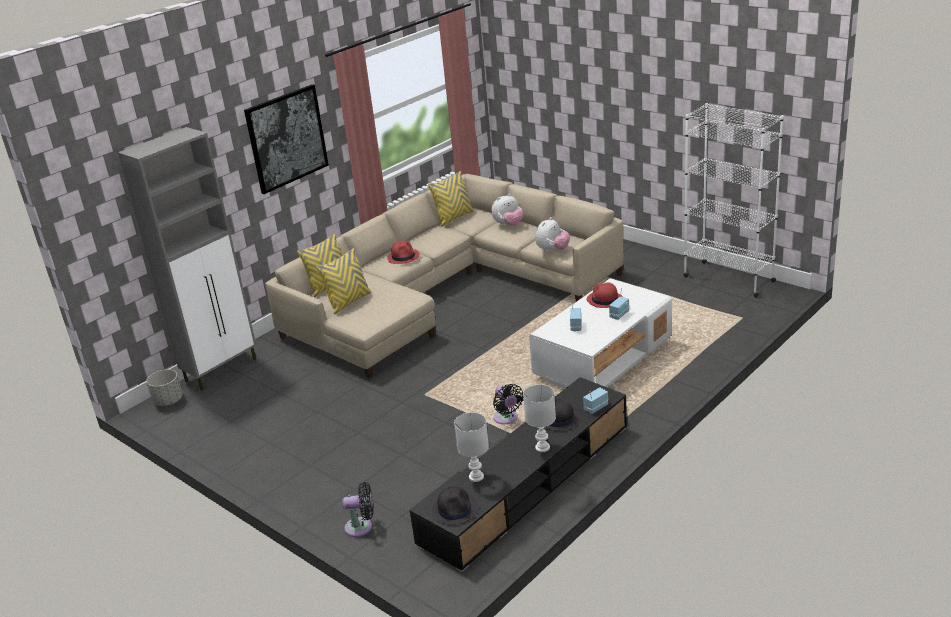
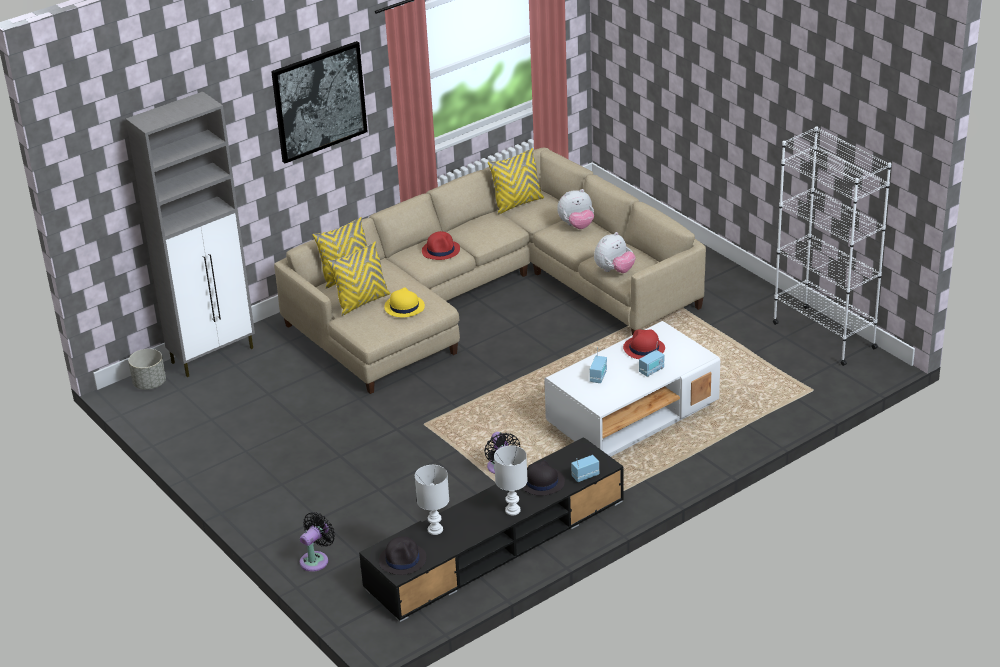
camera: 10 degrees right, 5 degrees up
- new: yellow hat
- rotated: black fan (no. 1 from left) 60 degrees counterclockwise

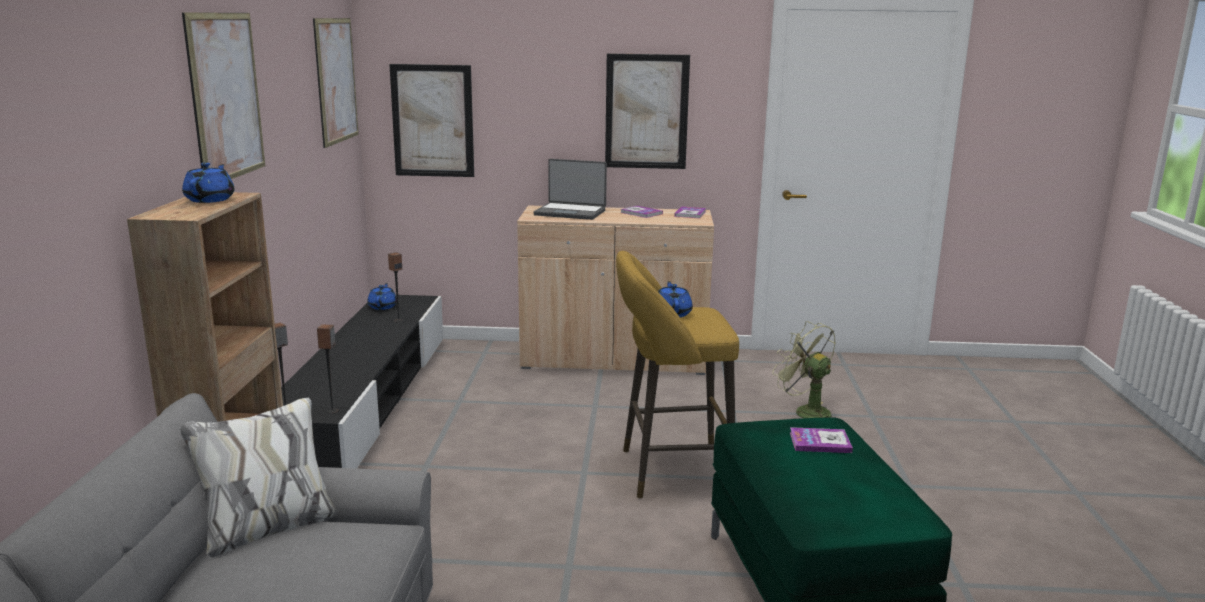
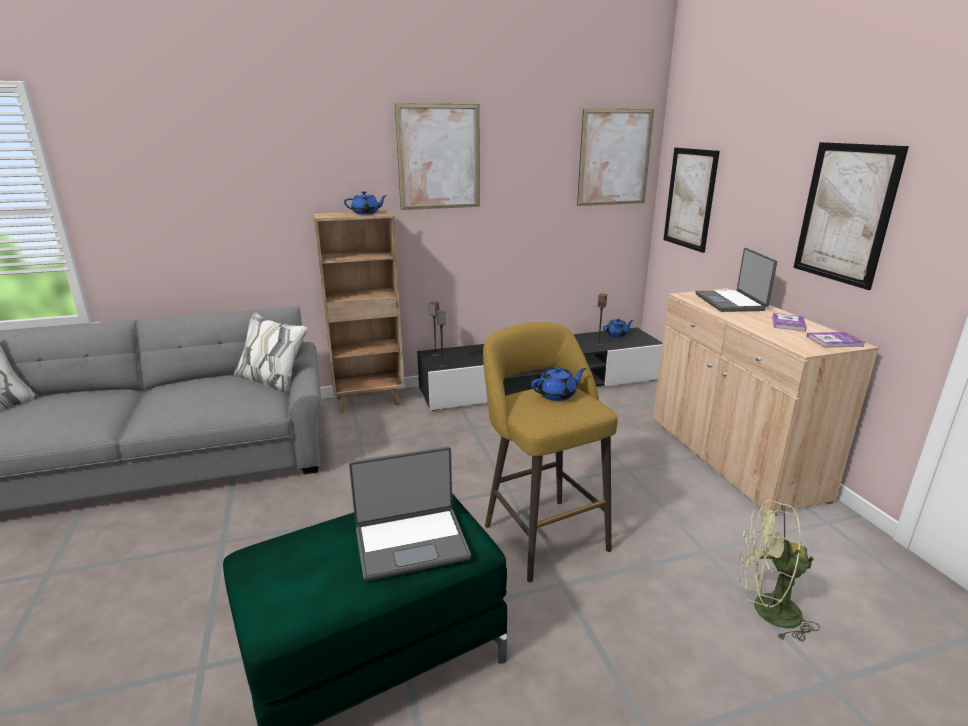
camera: 70 degrees right, 5 degrees up
- swapped: book (no. 3 from left) to laptop (no. 1 from left)
- rotated: green fan 105 degrees counterclockwise

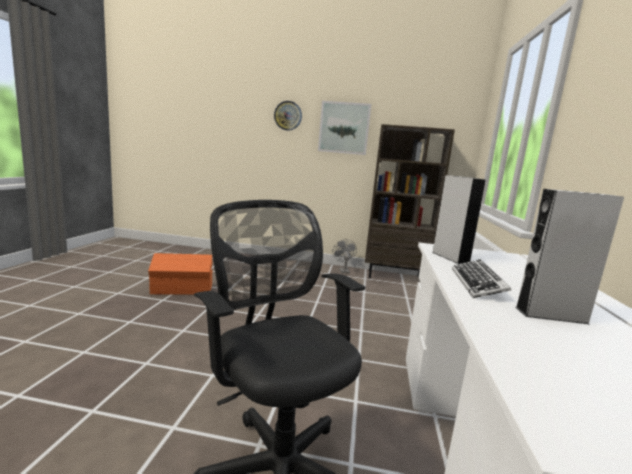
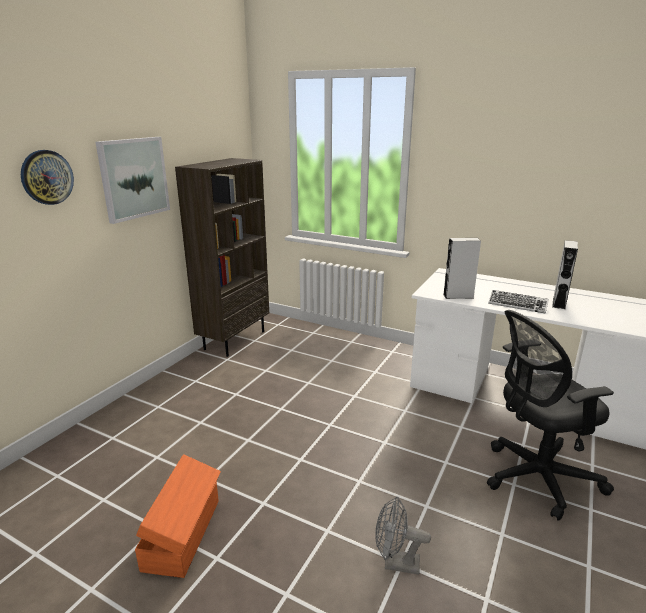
camera: 70 degrees left, 10 degrees up
- shifted: grey fan

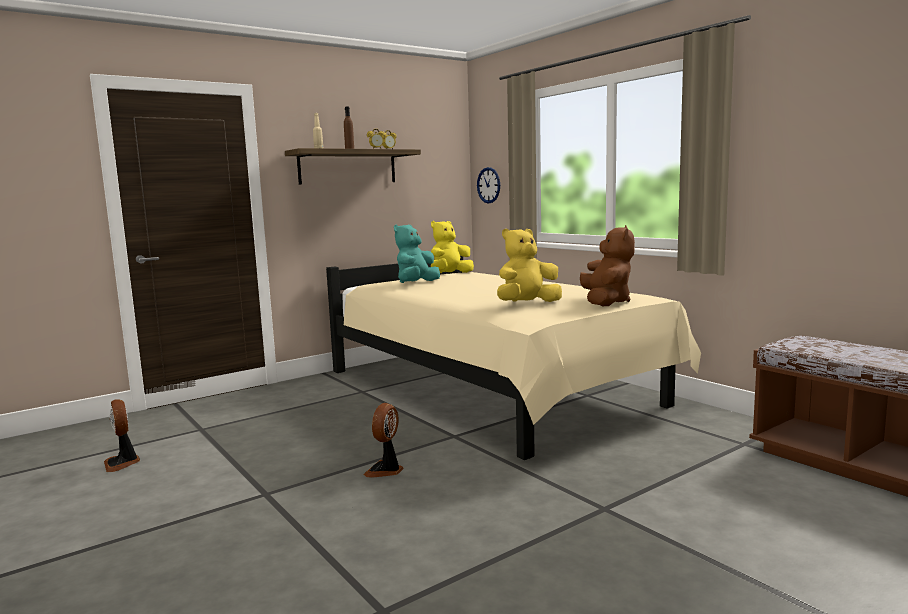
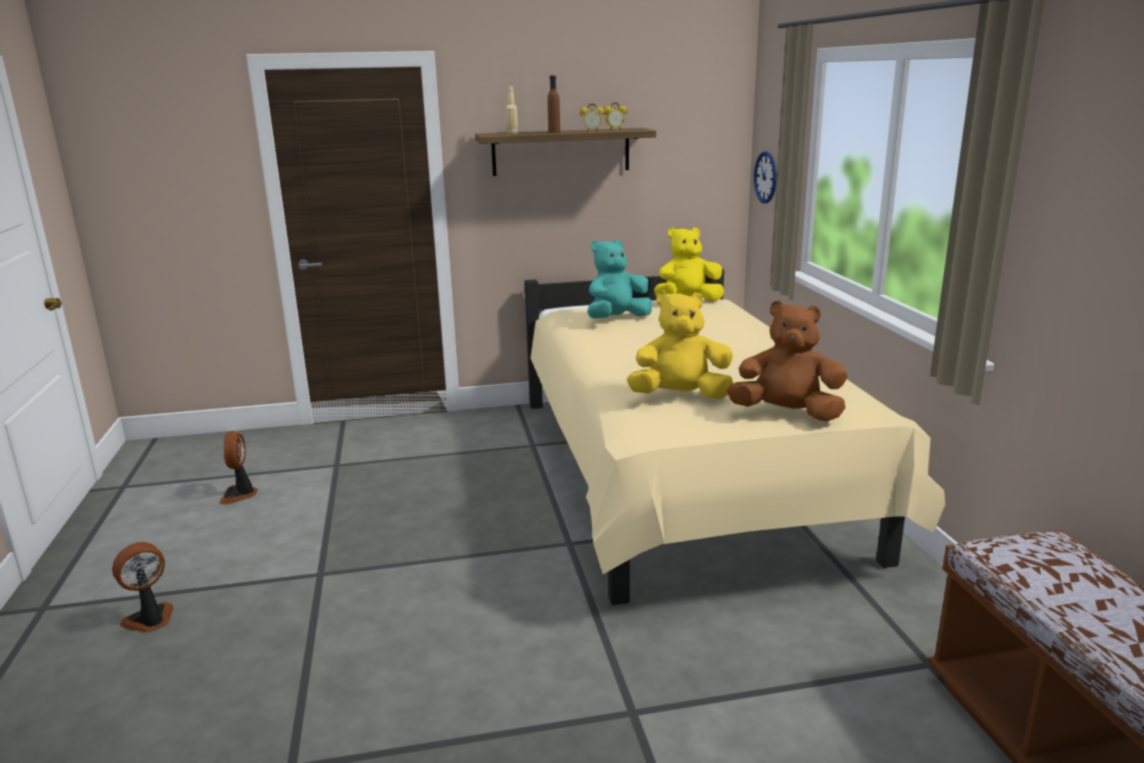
camera: 25 degrees right, 10 degrees up
- shifted: fan (no. 2 from left in the first image) to fan (no. 1 from left)
- rotated: brown plush toy 105 degrees counterclockwise

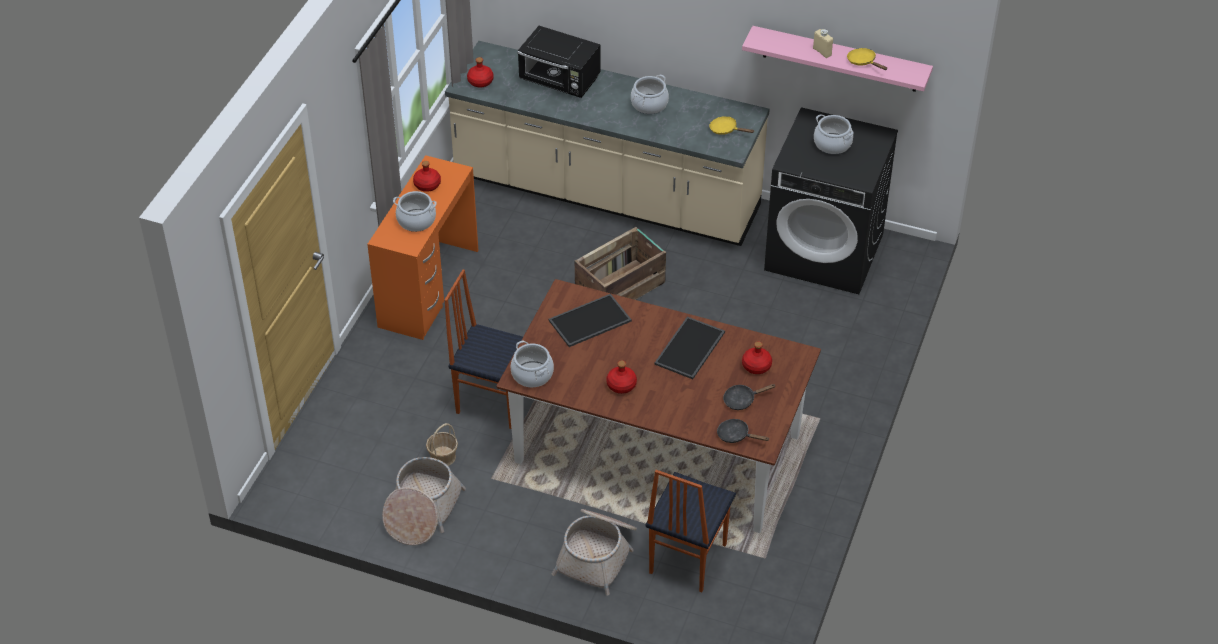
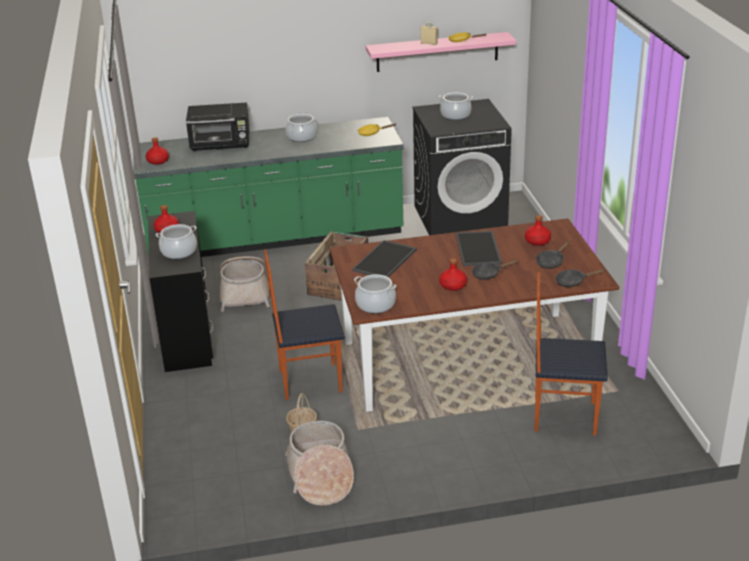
camera: 30 degrees left, 15 degrees down
- new: black frying pan (no. 1 from left)
- shifted: basket (no. 3 from left in the first image) to basket (no. 1 from left)
- repainted: orange desk to black desk
- repainted: beige counter to green counter
- rotated: chair (no. 2 from left) 105 degrees clockwise

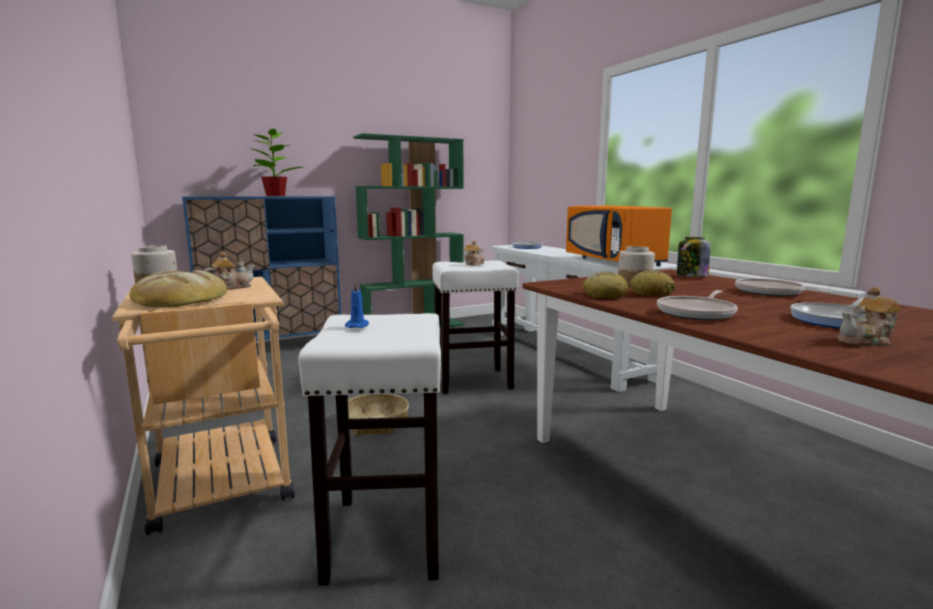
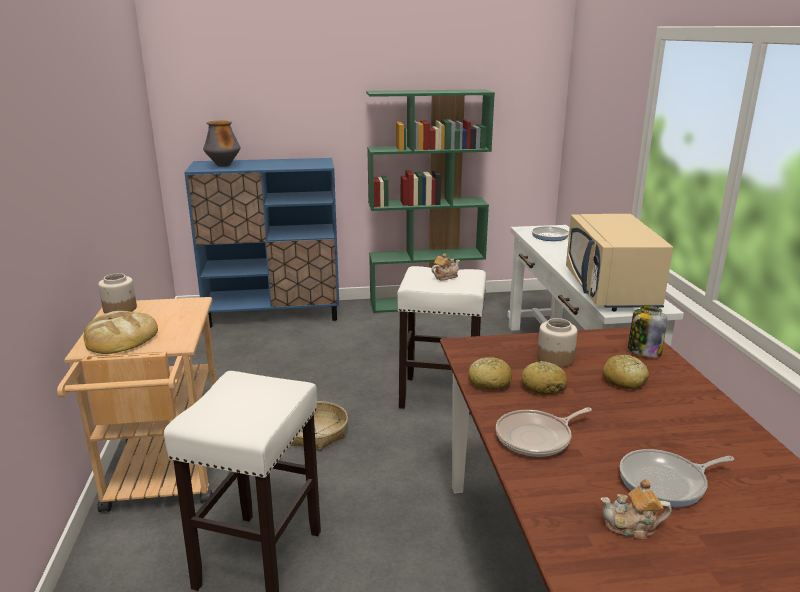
camera: 20 degrees right, 10 degrees up
- gone: teapot (no. 1 from left)
- gone: potted plant
- gone: blue candle
- gone: frying pan (no. 3 from left)
- new: vase
- new: bread (no. 4 from left)
- repainted: orange microwave to beige microwave

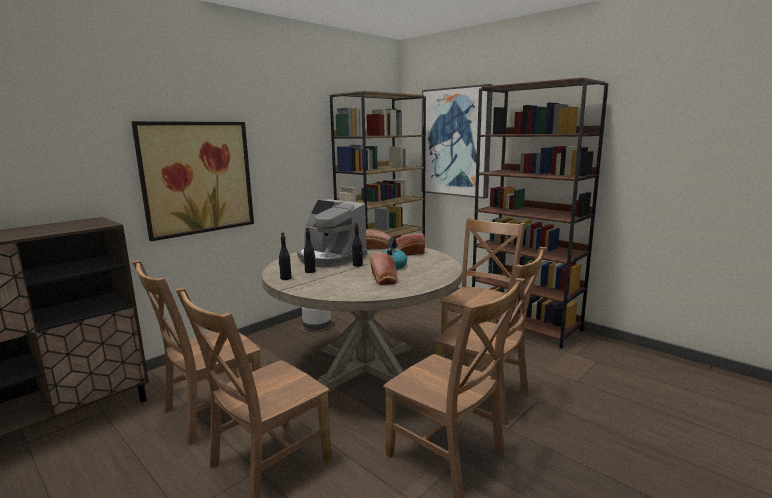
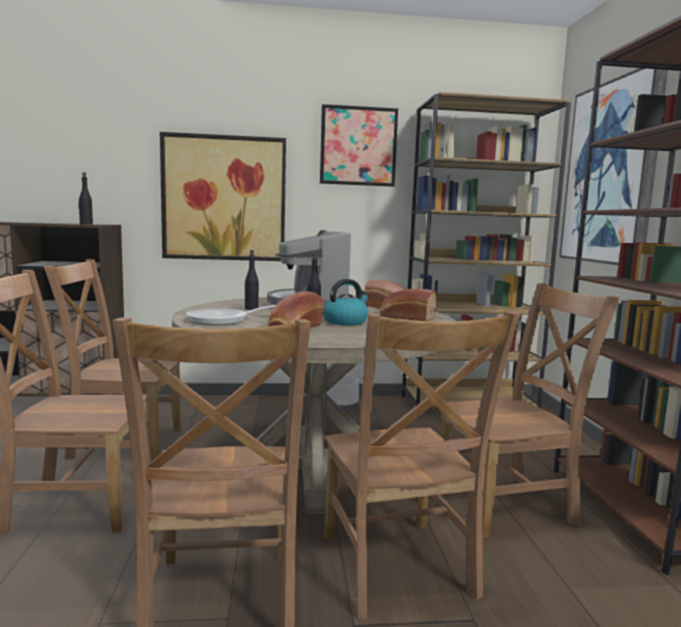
camera: 40 degrees right, 5 degrees down
- new: frying pan
- new: picture (no. 2 from left)
- shifted: black bottle (no. 1 from left)

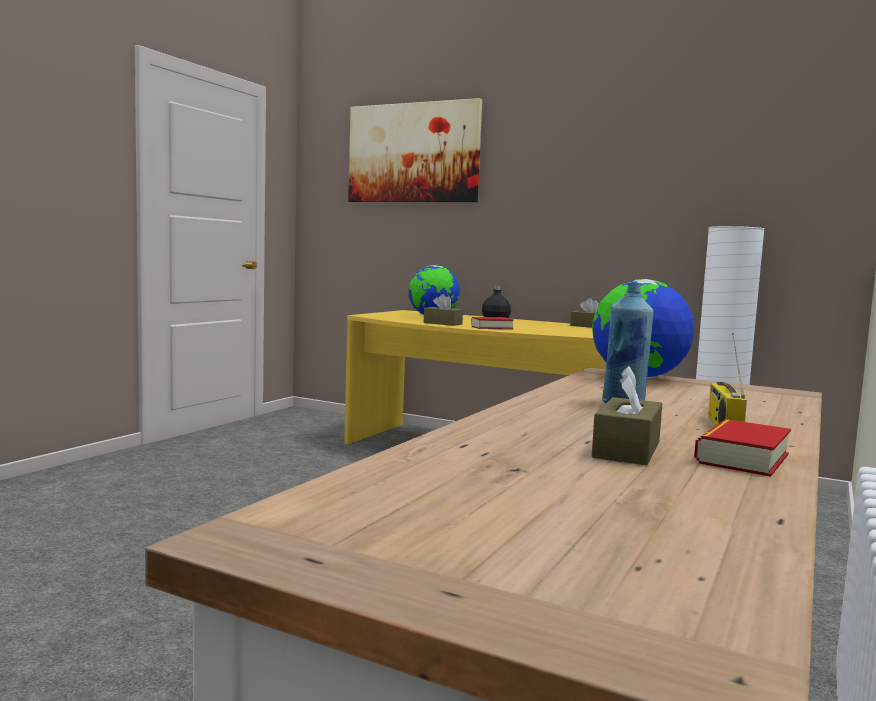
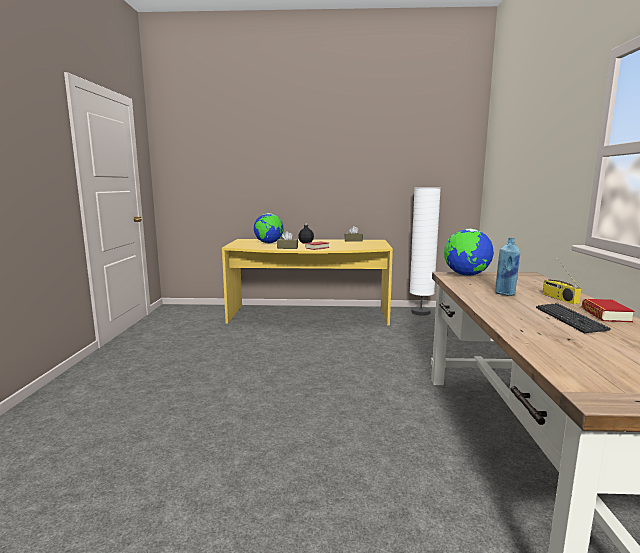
camera: 25 degrees left, 5 degrees up
- gone: picture
- swapped: brown tissue box (no. 3 from left) to keyboard

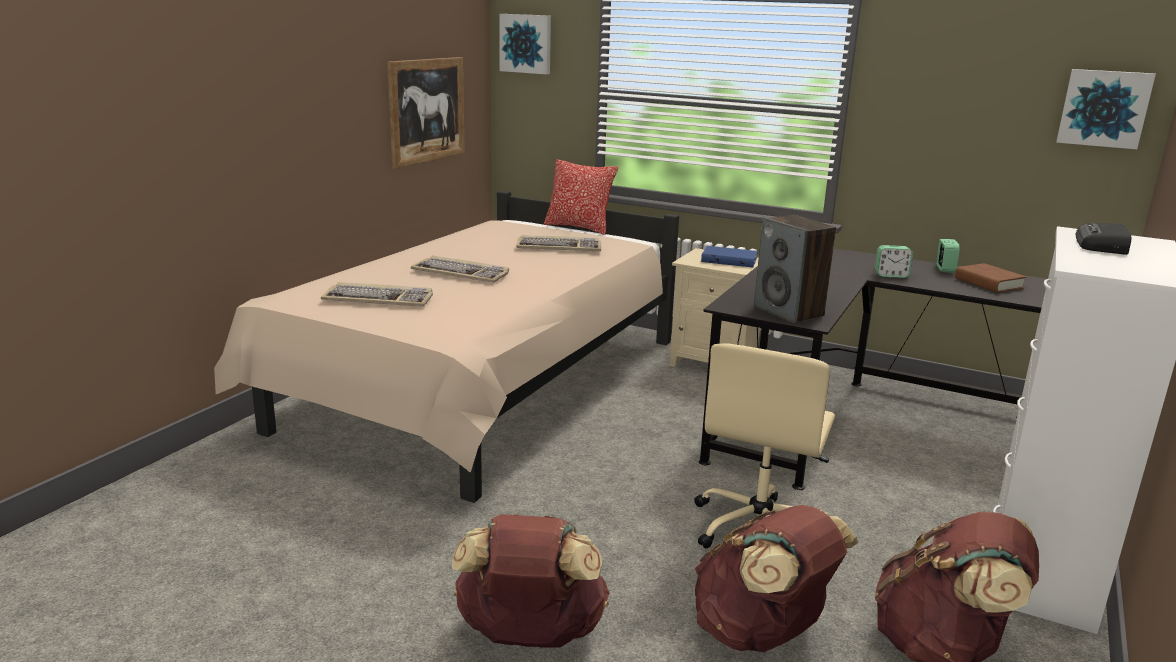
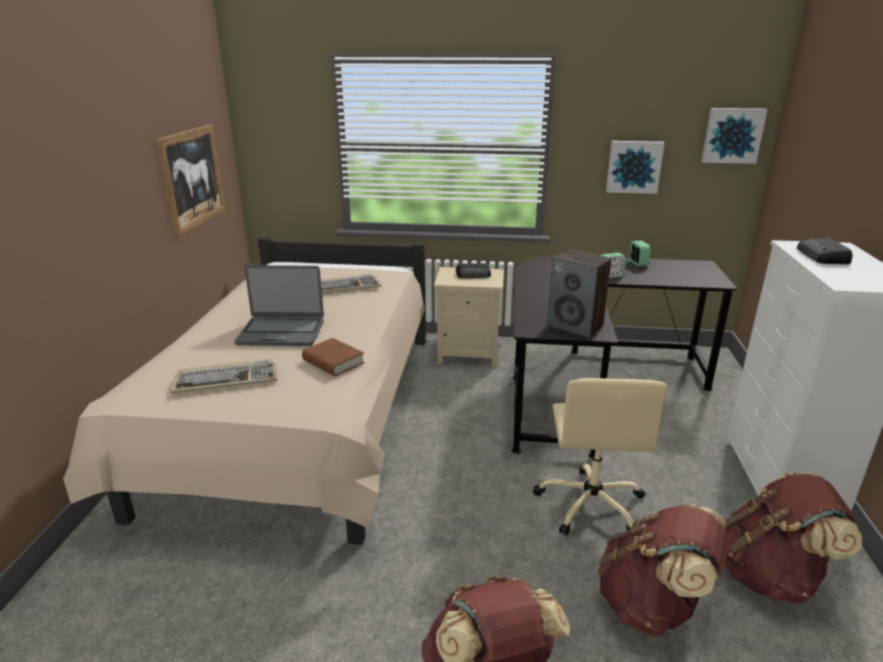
camera: 20 degrees left, 5 degrees up
- gone: pillow
- shifted: picture (no. 2 from left)
- shifted: brown book
- swapped: keyboard (no. 2 from left) to laptop
- swapped: blue book to radio (no. 1 from left)

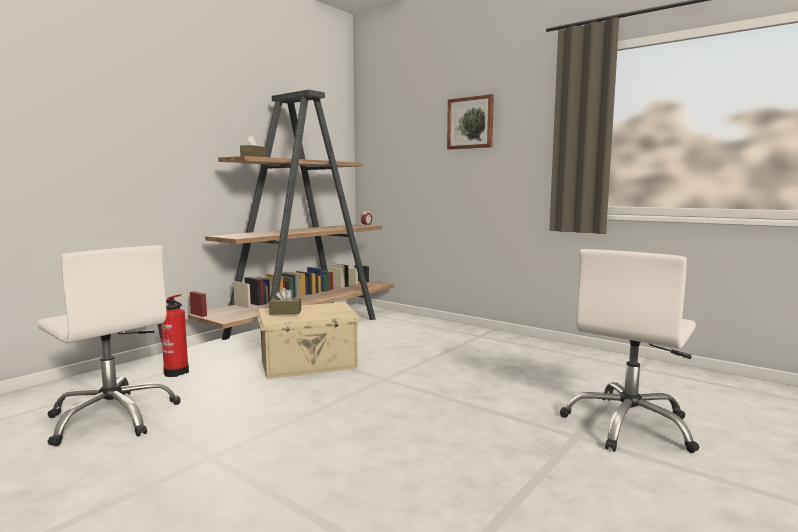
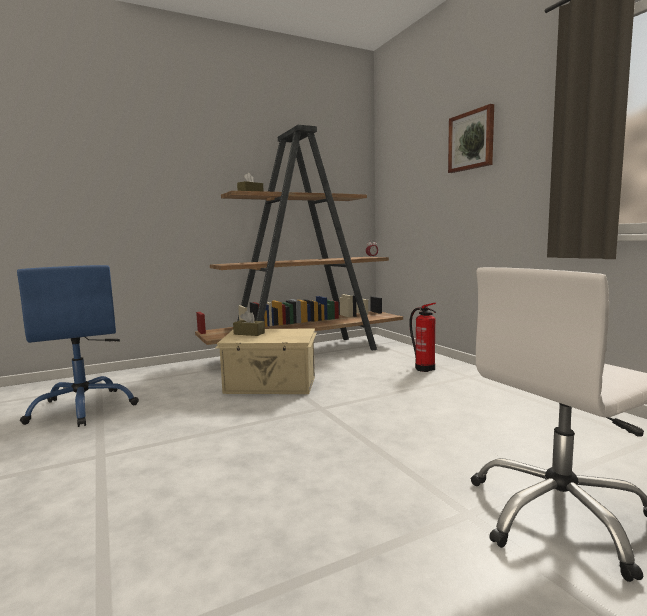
camera: 25 degrees right, 0 degrees up
- shifted: fire extinguisher
- repainted: white office chair (no. 1 from left) to blue office chair

